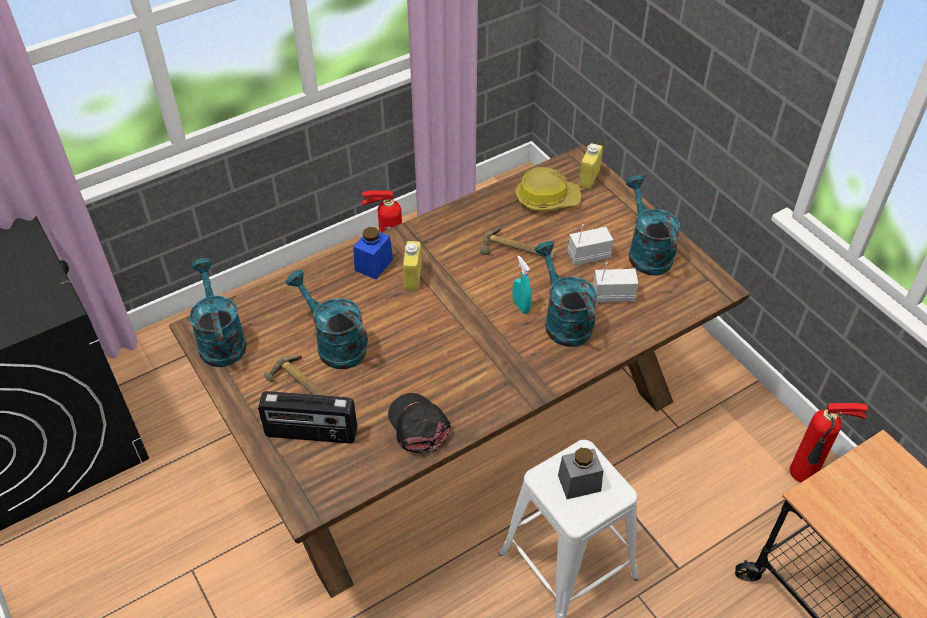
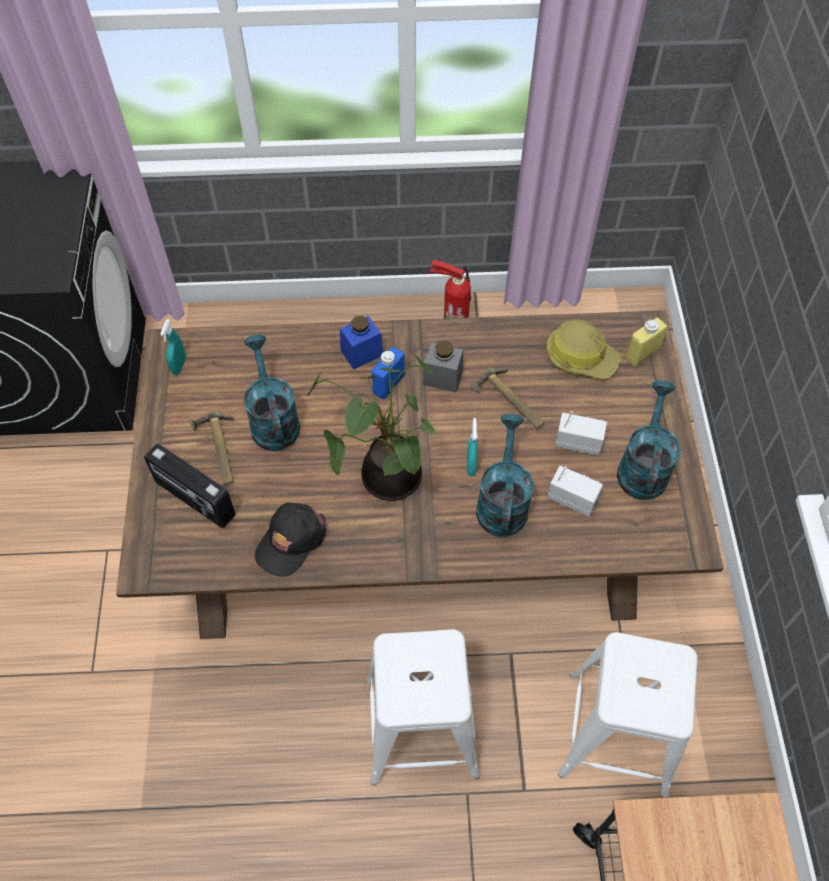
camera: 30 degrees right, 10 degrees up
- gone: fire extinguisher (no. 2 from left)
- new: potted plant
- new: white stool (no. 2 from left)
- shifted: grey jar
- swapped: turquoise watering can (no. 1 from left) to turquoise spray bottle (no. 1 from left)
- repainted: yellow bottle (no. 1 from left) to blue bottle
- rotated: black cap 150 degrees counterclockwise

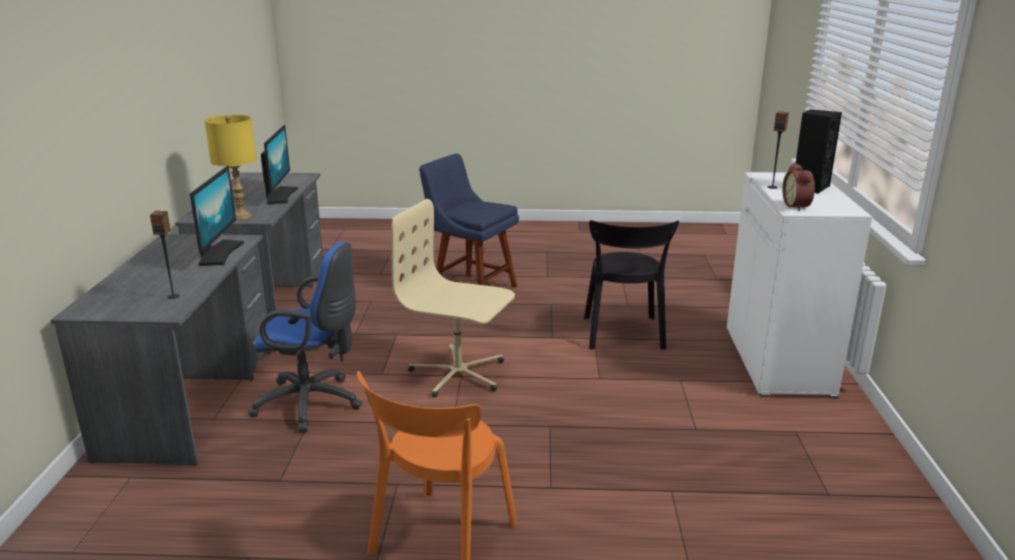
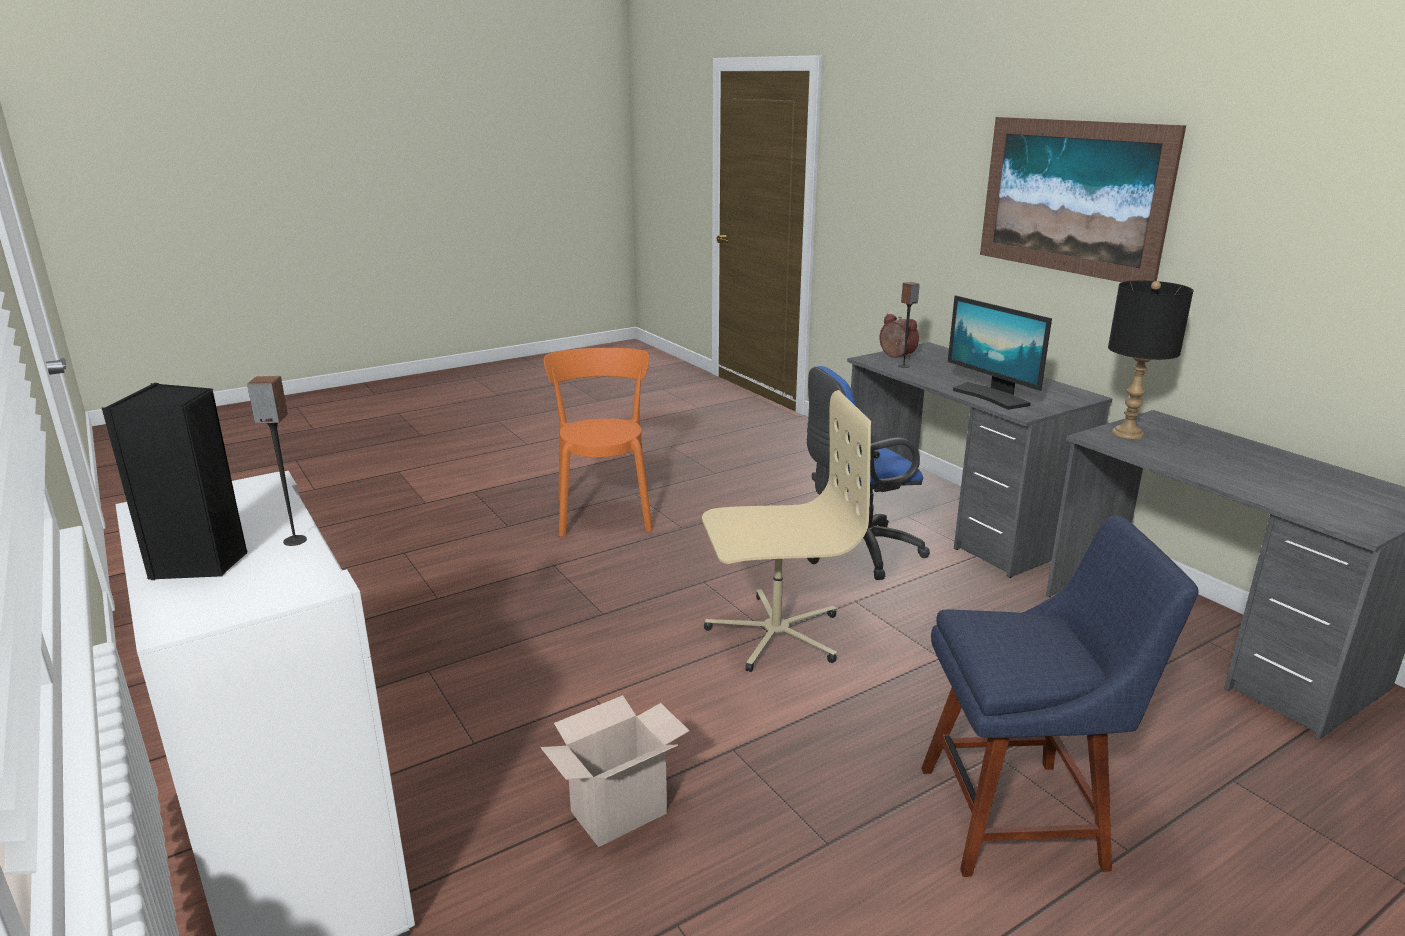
camera: 145 degrees right, 0 degrees up
- gone: monitor (no. 2 from left)
- new: picture
- shifted: alarm clock
- swapped: black chair to cardboard box
- repainted: yellow table lamp to black table lamp

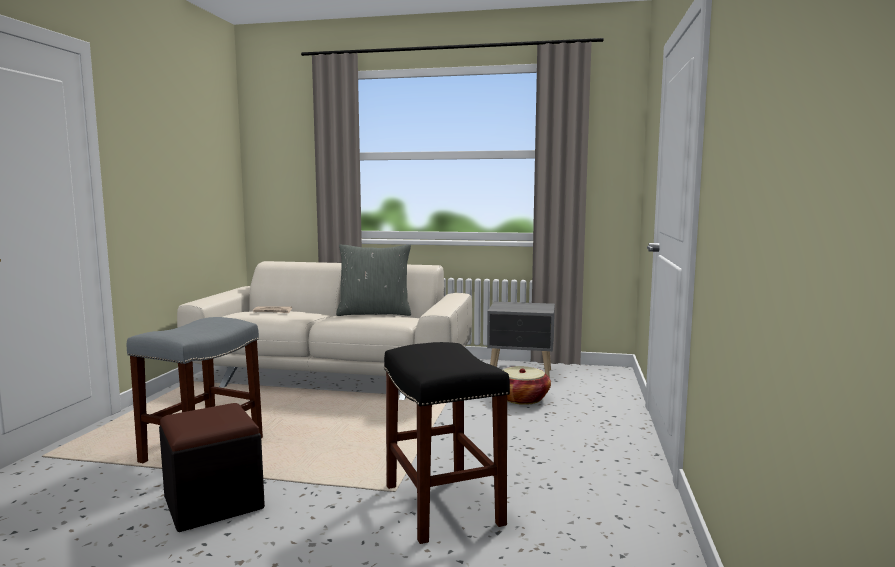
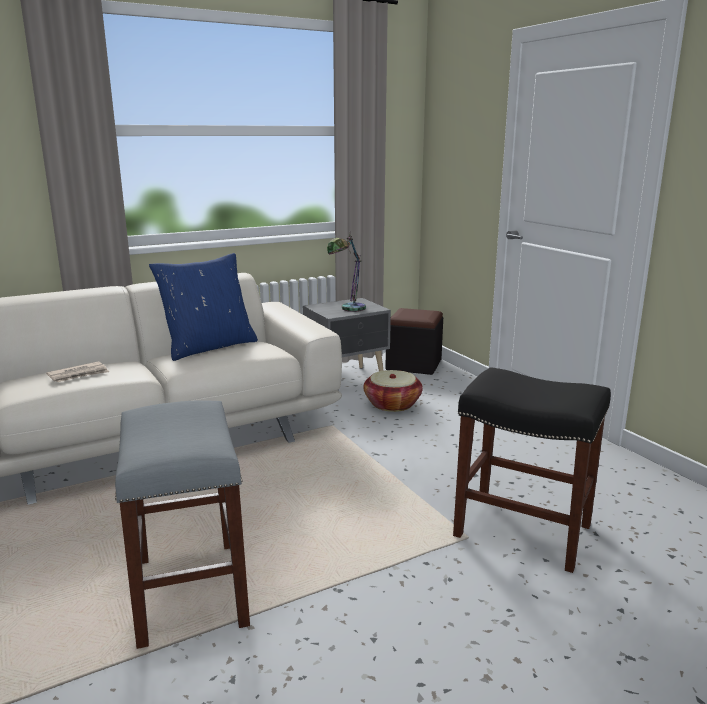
camera: 40 degrees left, 10 degrees up
- new: table lamp
- shifted: black ottoman
- repainted: grey pillow to blue pillow

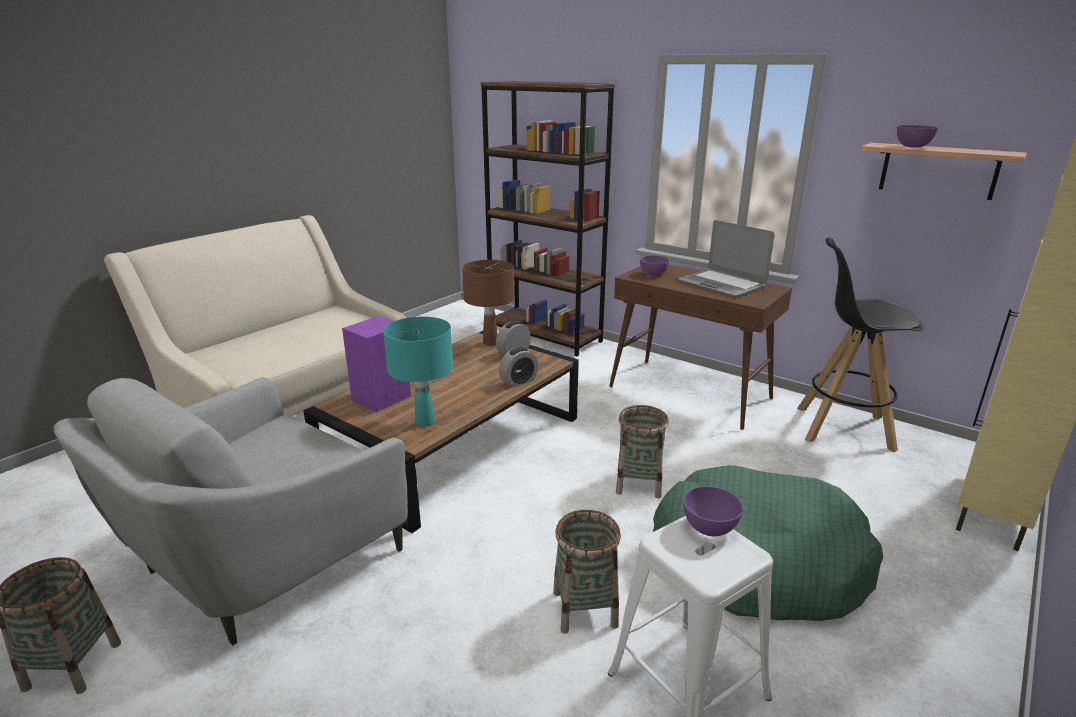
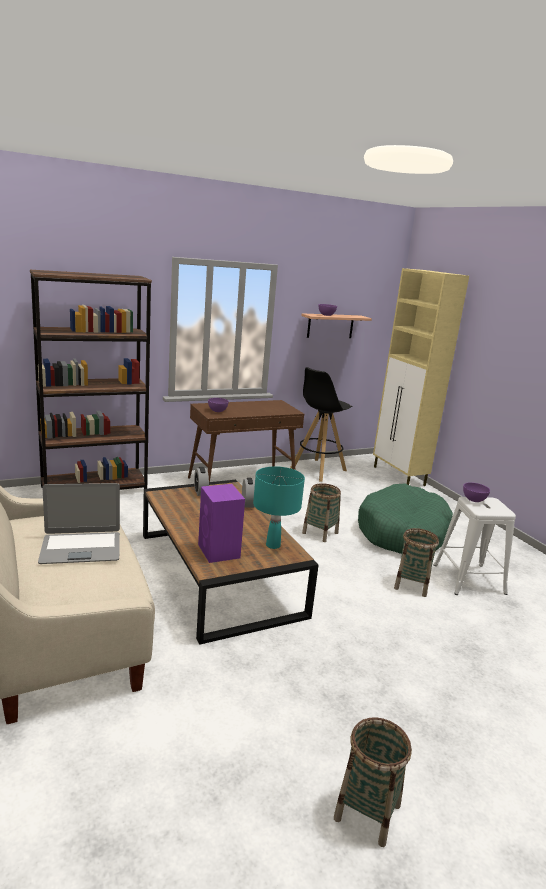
camera: 65 degrees left, 5 degrees down
- gone: grey armchair
- gone: brown table lamp
- shifted: laptop

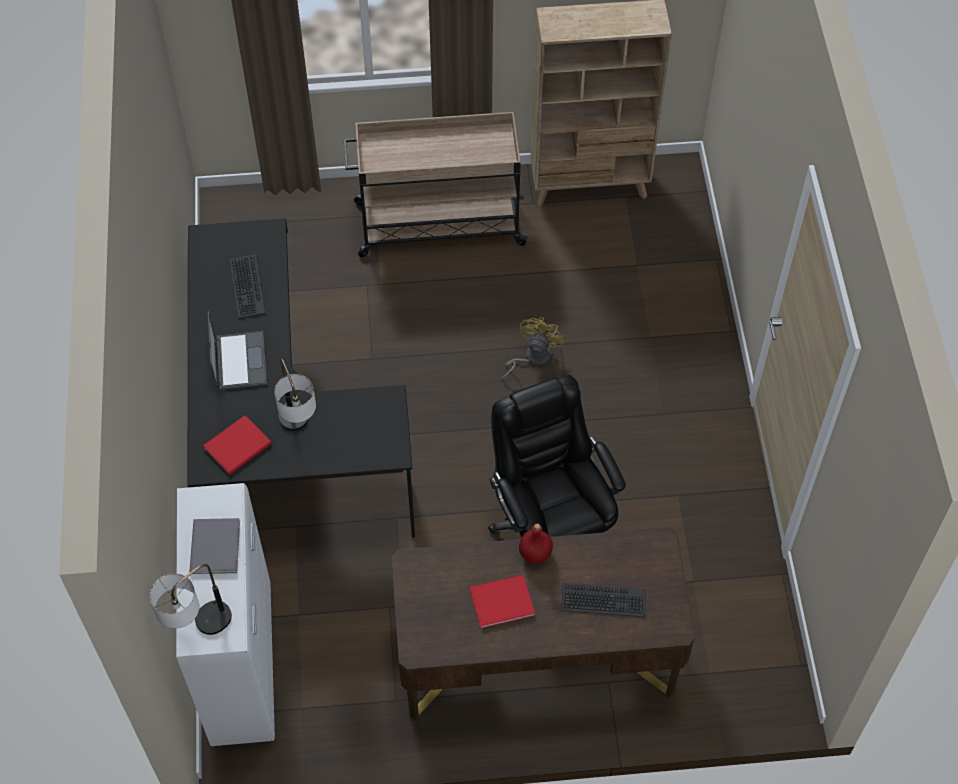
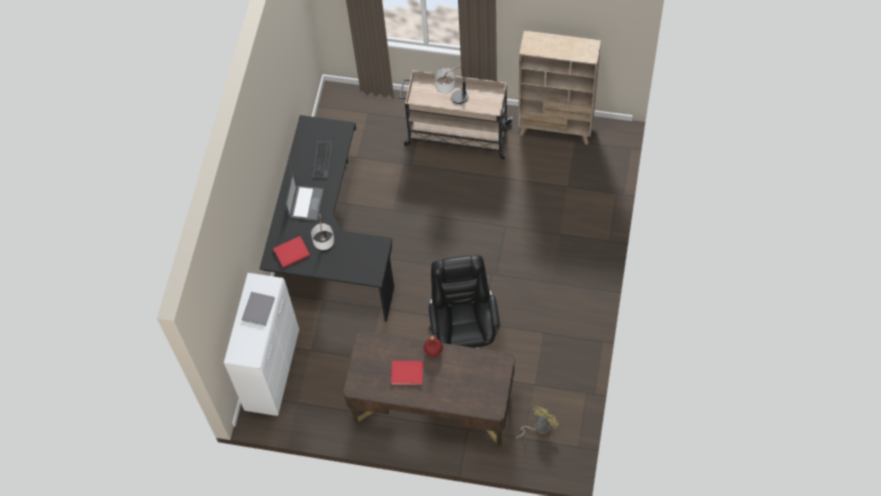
camera: 20 degrees right, 5 degrees up
- gone: keyboard (no. 2 from left)
- shifted: table lamp (no. 1 from left in the first image) to table lamp (no. 2 from left)
- shifted: yellow fan

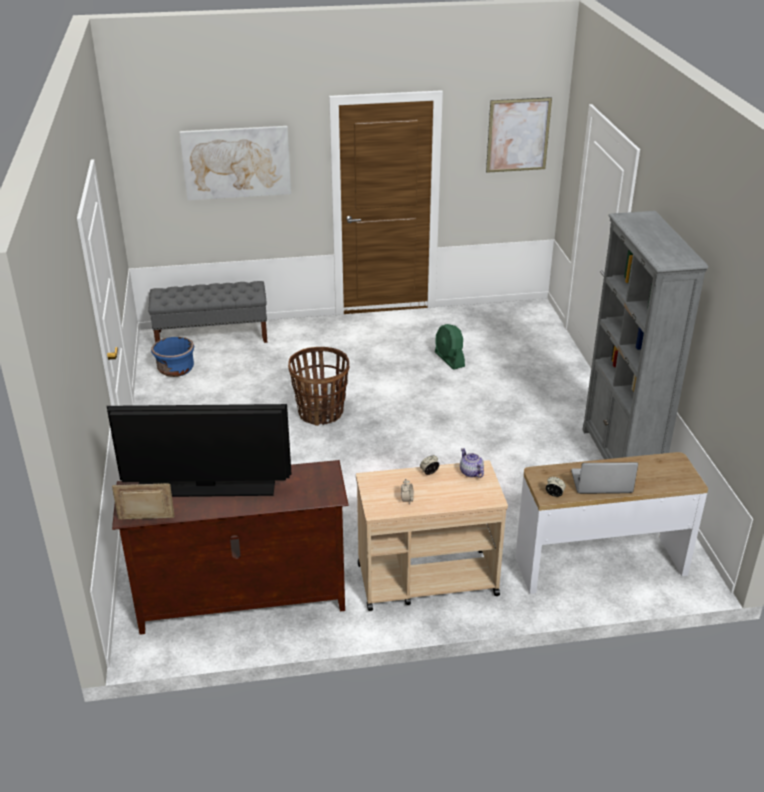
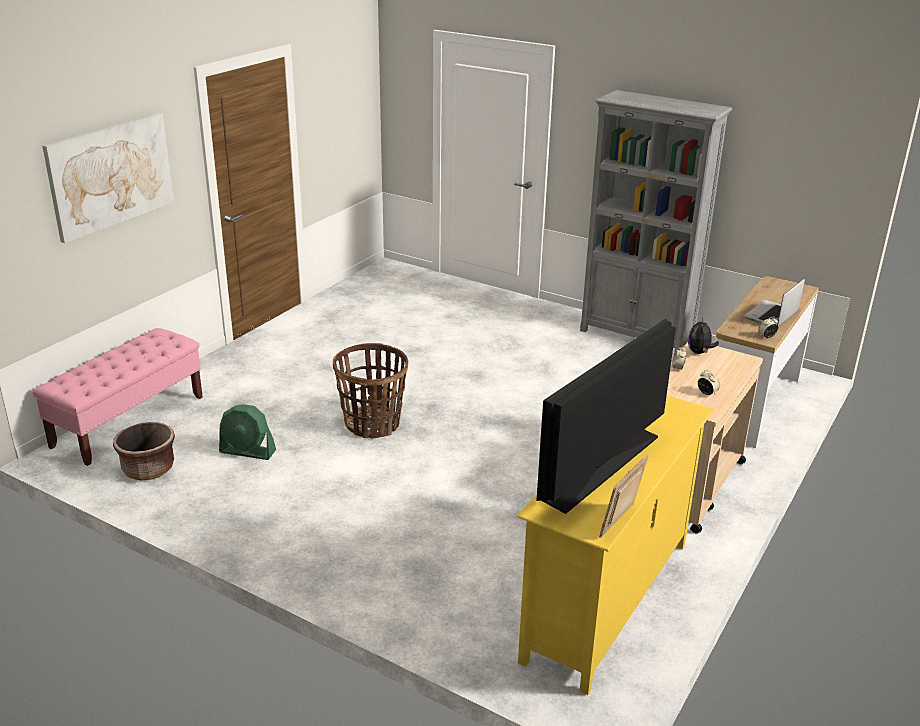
camera: 50 degrees left, 5 degrees down
- gone: picture (no. 2 from left)
- shifted: green fan
- swapped: teapot to plush toy
- repainted: brown tv stand to yellow tv stand
- repainted: grey bench to pink bench
- repainted: blue planter to brown planter

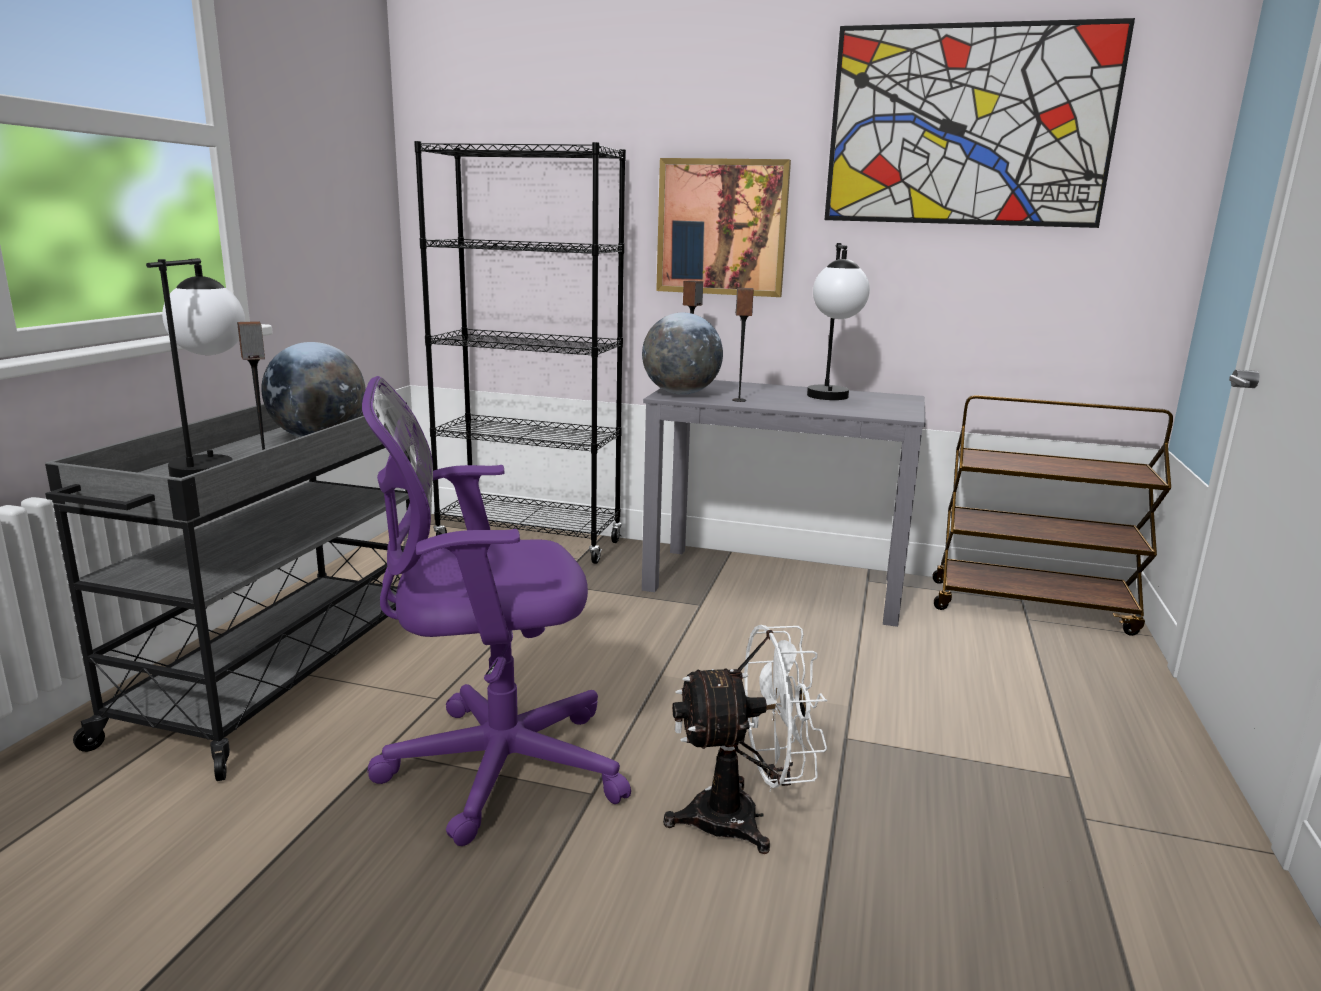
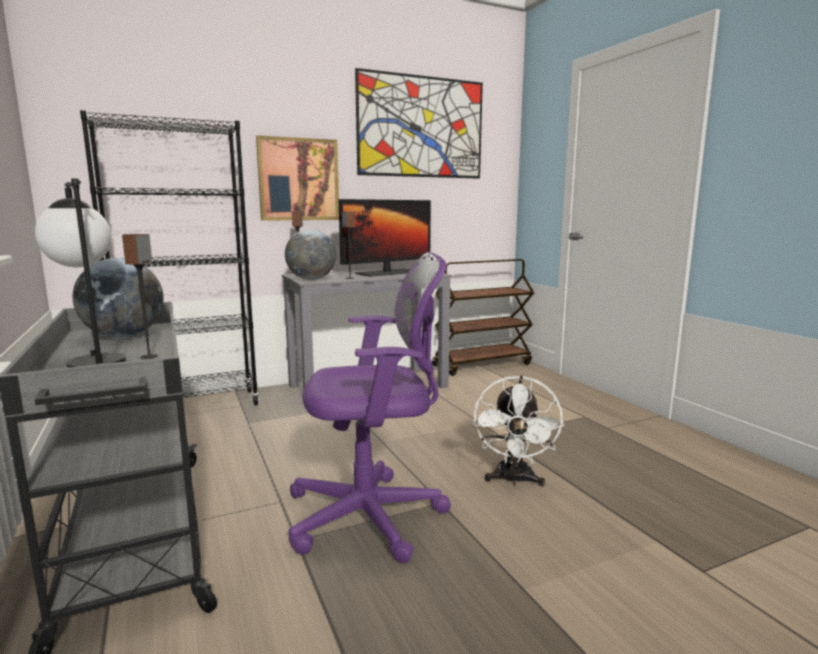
camera: 40 degrees left, 5 degrees down
- swapped: table lamp (no. 2 from left) to monitor
- rotated: purple office chair 135 degrees counterclockwise
- rotated: white fan 150 degrees clockwise

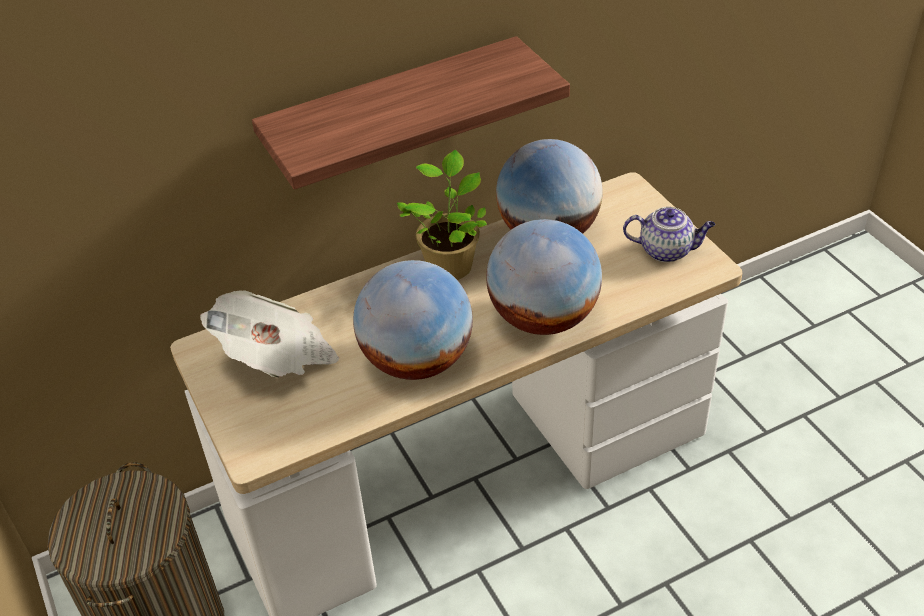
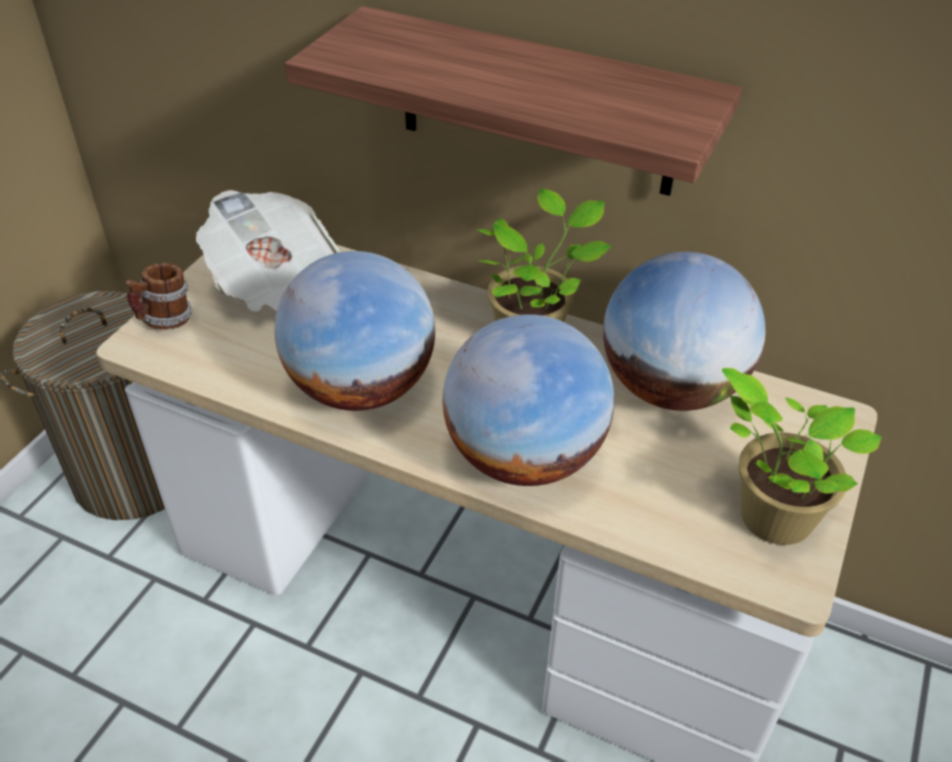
camera: 50 degrees right, 0 degrees up
- new: mug
- swapped: teapot to potted plant (no. 2 from left)

